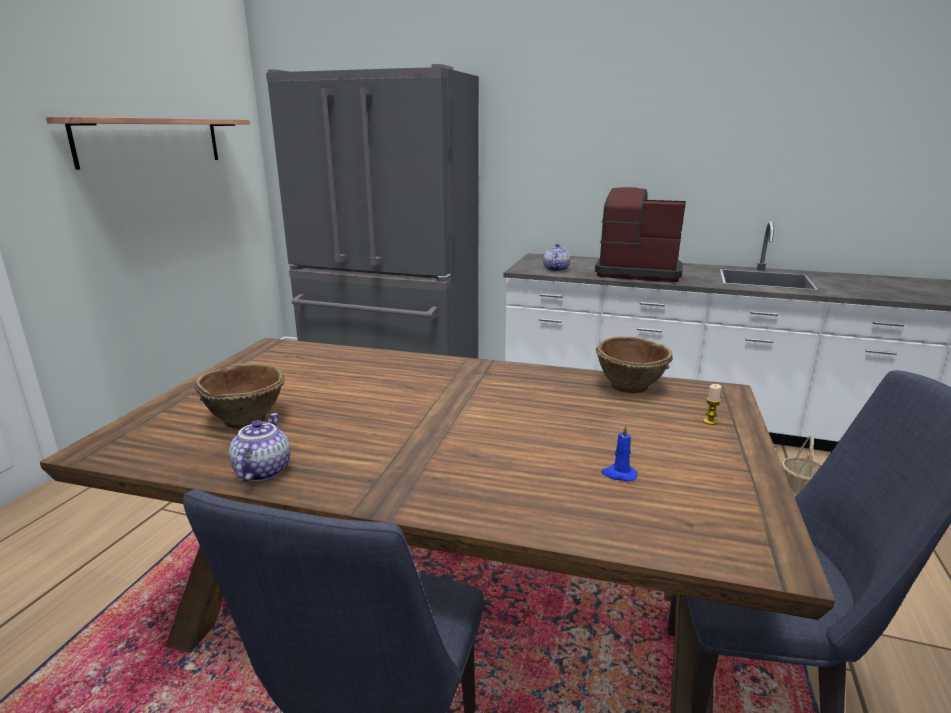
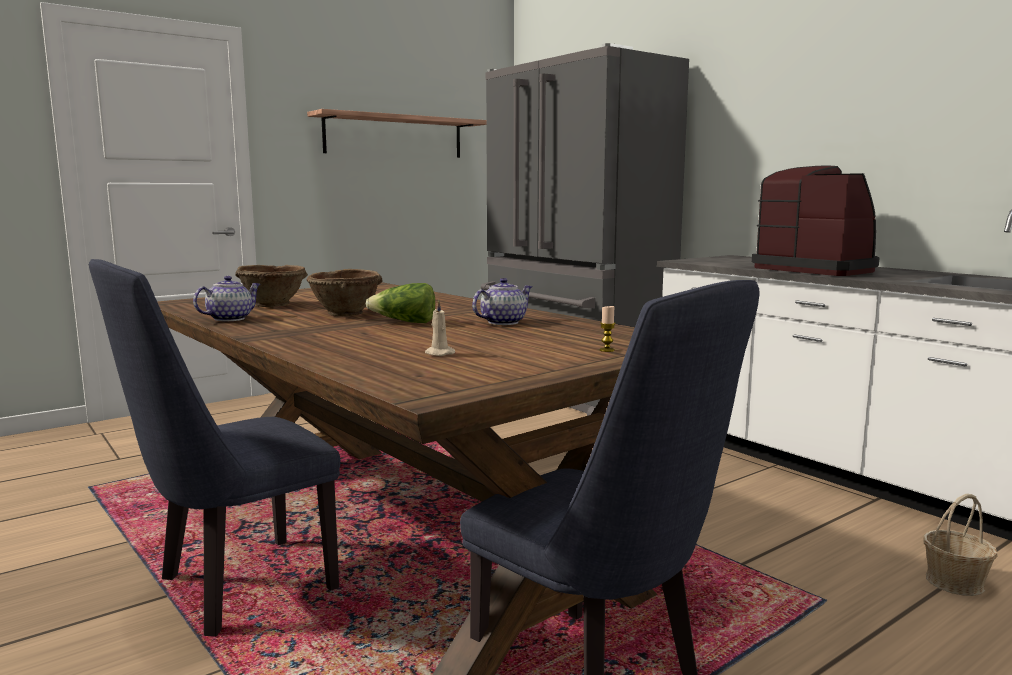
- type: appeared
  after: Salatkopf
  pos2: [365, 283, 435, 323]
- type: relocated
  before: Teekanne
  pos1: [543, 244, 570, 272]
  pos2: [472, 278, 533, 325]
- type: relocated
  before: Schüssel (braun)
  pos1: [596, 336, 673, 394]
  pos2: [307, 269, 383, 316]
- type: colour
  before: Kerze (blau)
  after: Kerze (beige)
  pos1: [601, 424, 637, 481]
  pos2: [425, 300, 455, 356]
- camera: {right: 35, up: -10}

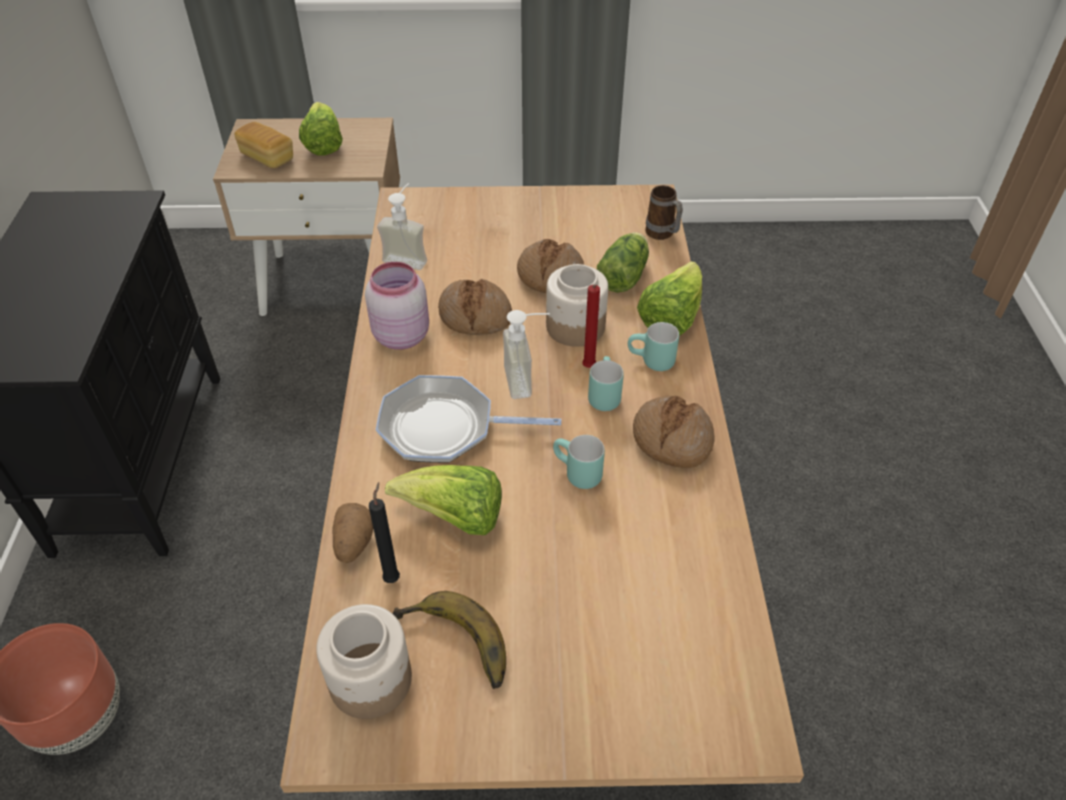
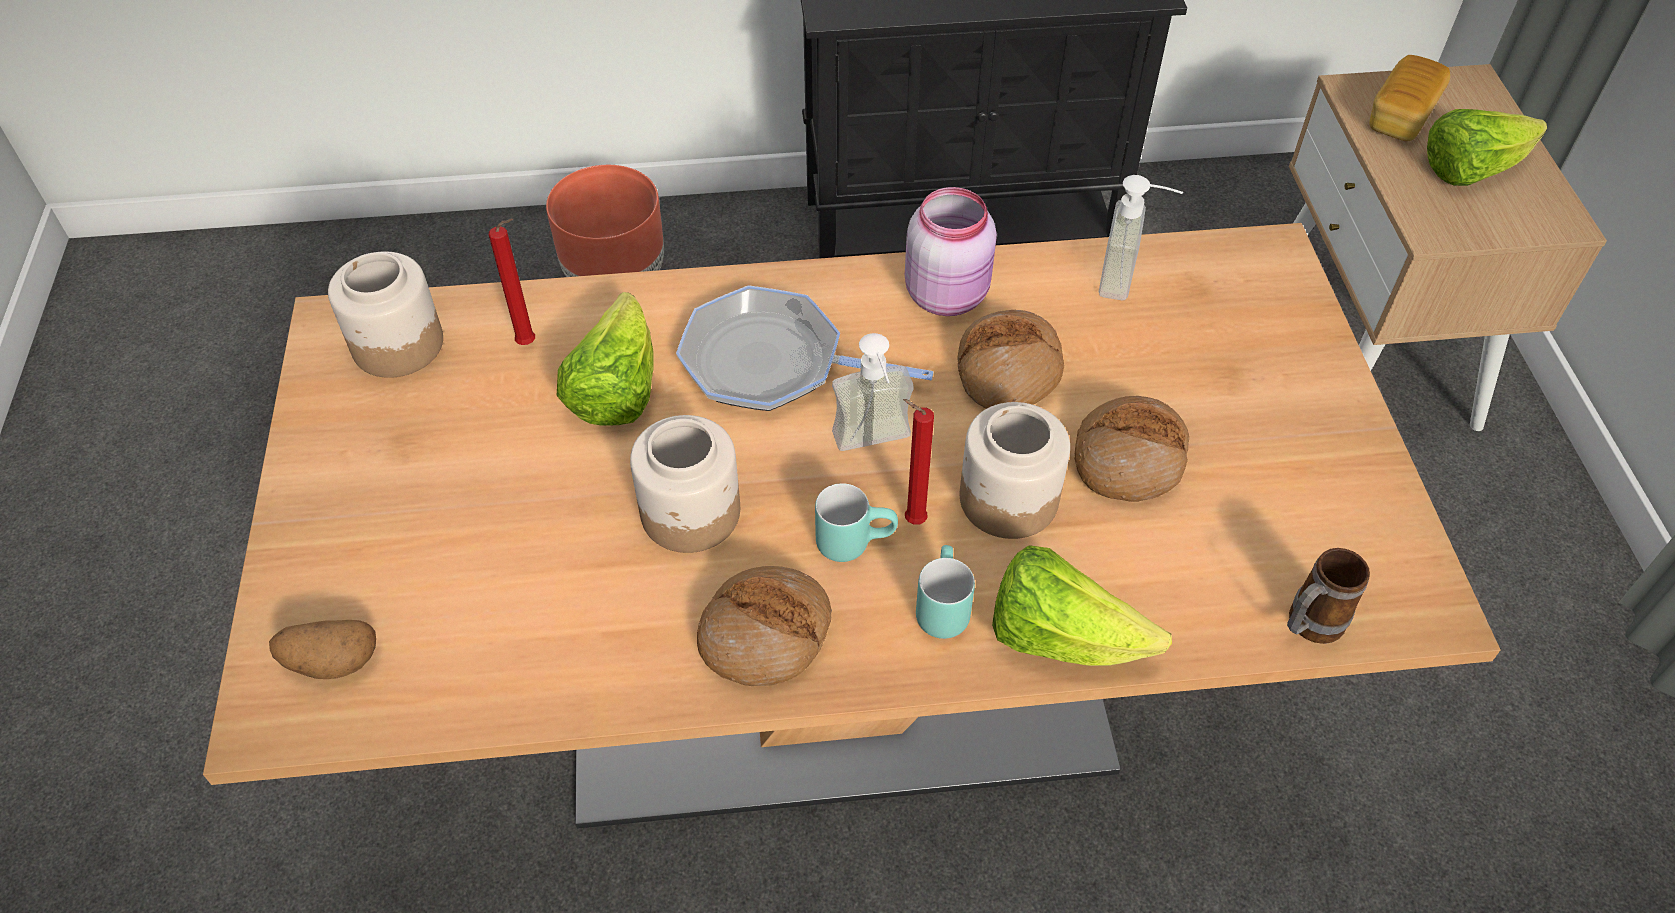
- type: missing
  before: Banane
  pos1: [392, 591, 506, 689]
- type: missing
  before: Salatkopf
  pos1: [597, 232, 649, 293]
- type: relocated
  before: Kartoffel
  pos1: [333, 503, 373, 563]
  pos2: [269, 620, 376, 679]
- type: exchanged
  before: Henkelbecher (türkis)
  after: Vorratsglas
  pos1: [553, 435, 605, 489]
  pos2: [630, 415, 740, 553]
- type: colour
  before: Kerze (schwarz)
  after: Kerze (rot)
  pos1: [369, 482, 400, 583]
  pos2: [489, 219, 535, 345]
- type: spun
  before: Pfanne
  pos1: [376, 375, 561, 463]
  pos2: [676, 285, 934, 411]
  turn: -75
- camera: {right: 85, up: 5}

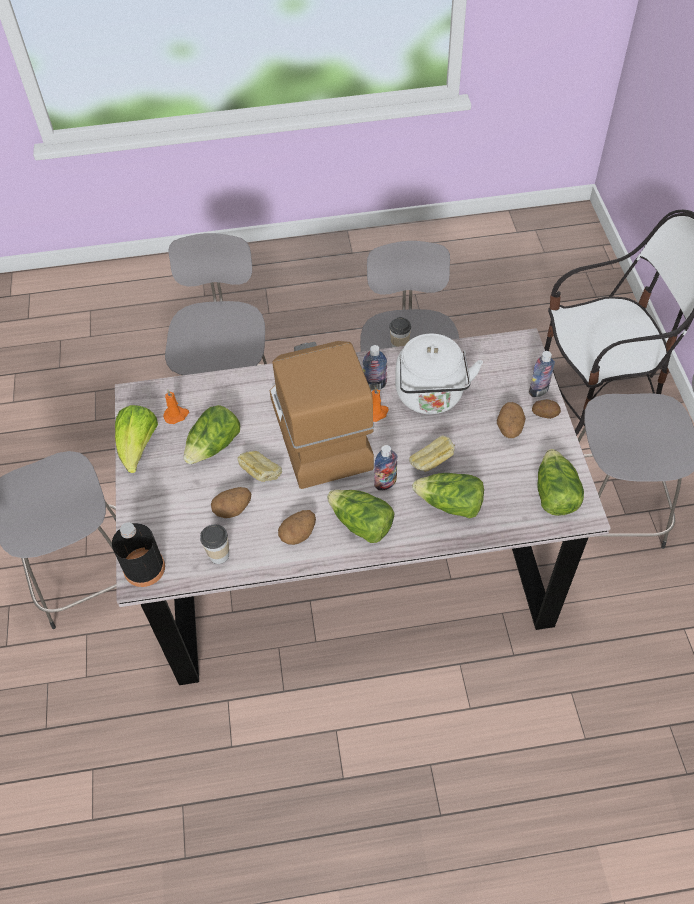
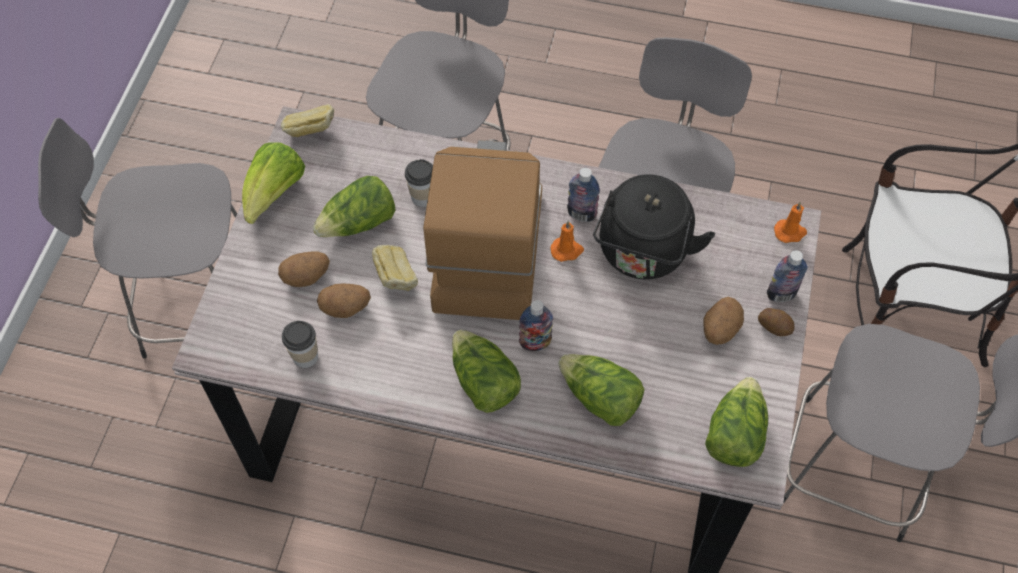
- type: missing
  before: Flasche (schwarz)
  pos1: [112, 522, 165, 587]
- type: relocated
  before: Kerze (orange)
  pos1: [163, 390, 189, 424]
  pos2: [774, 202, 807, 243]
- type: relocated
  before: Kartoffel
  pos1: [278, 510, 316, 545]
  pos2: [278, 251, 330, 287]
- type: relocated
  before: Tasse
  pos1: [390, 317, 411, 347]
  pos2: [405, 159, 433, 207]
- type: relocated
  before: Brot
  pos1: [409, 435, 455, 472]
  pos2: [281, 104, 334, 137]
- type: colour
  before: Wasserkessel (weiß)
  after: Wasserkessel (schwarz)
  pos1: [395, 334, 483, 414]
  pos2: [593, 174, 715, 279]
- camera: {right: 20, up: 5}

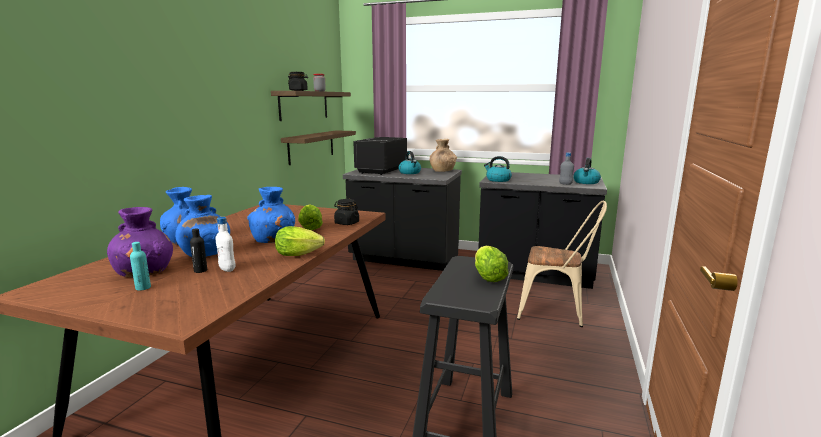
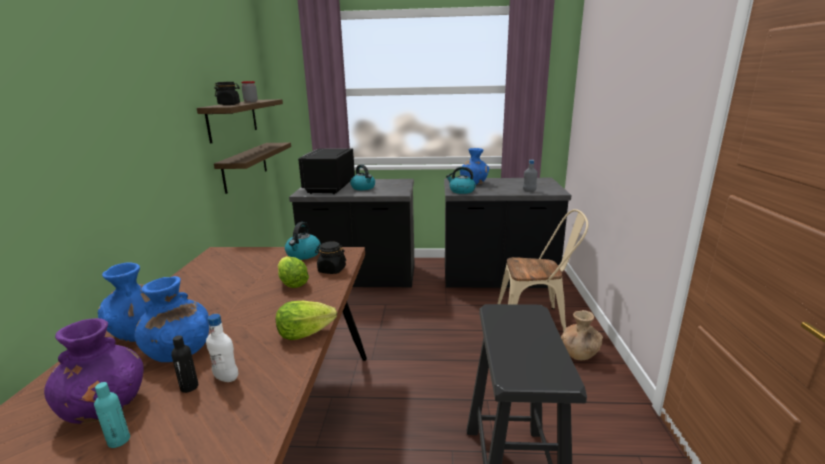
- type: missing
  before: Salatkopf
  pos1: [475, 246, 508, 282]
- type: relocated
  before: Vase (blau)
  pos1: [247, 187, 295, 243]
  pos2: [460, 148, 489, 184]
- type: relocated
  before: Vase (braun)
  pos1: [430, 139, 457, 172]
  pos2: [561, 310, 603, 360]
- type: relocated
  before: Wasserkessel
  pos1: [573, 158, 601, 184]
  pos2: [285, 222, 321, 260]
- camera: {right: -15, up: 5}

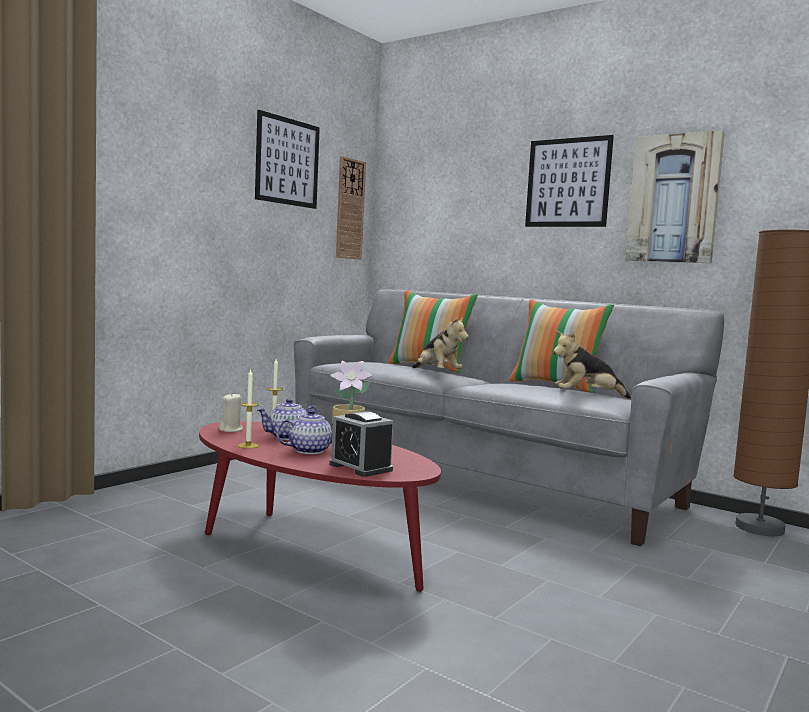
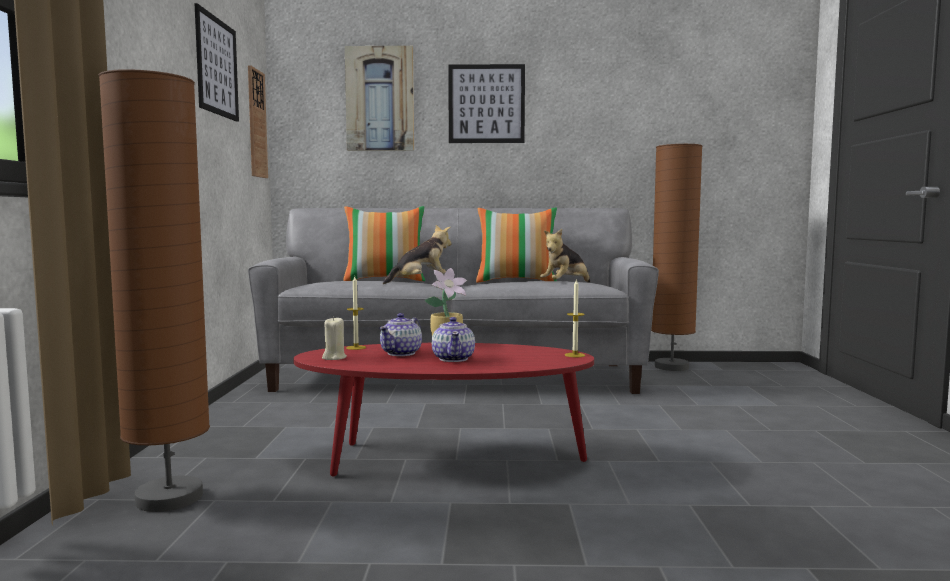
- type: missing
  before: Wecker
  pos1: [329, 411, 393, 477]
- type: appeared
  after: Stehlampe (braun)
  pos2: [99, 69, 210, 512]
- type: relocated
  before: Kerze
  pos1: [238, 370, 259, 449]
  pos2: [565, 280, 585, 357]
- type: relocated
  before: Bild
  pos1: [625, 130, 725, 263]
  pos2: [345, 46, 414, 151]
- type: spun
  before: Teekanne
  pos1: [276, 409, 333, 454]
  pos2: [432, 317, 475, 362]
  turn: 150
- type: spun
  before: Plüschtier
  pos1: [412, 316, 469, 369]
  pos2: [383, 225, 452, 284]
  turn: -45
- camera: {right: -35, up: 0}

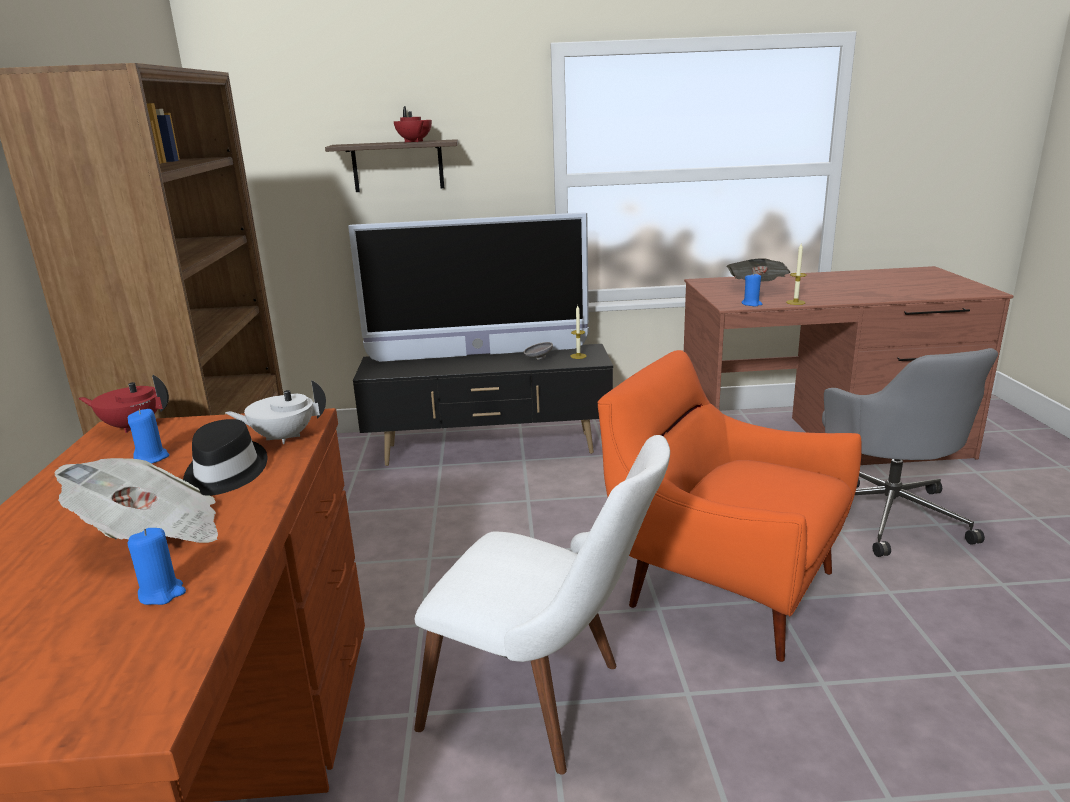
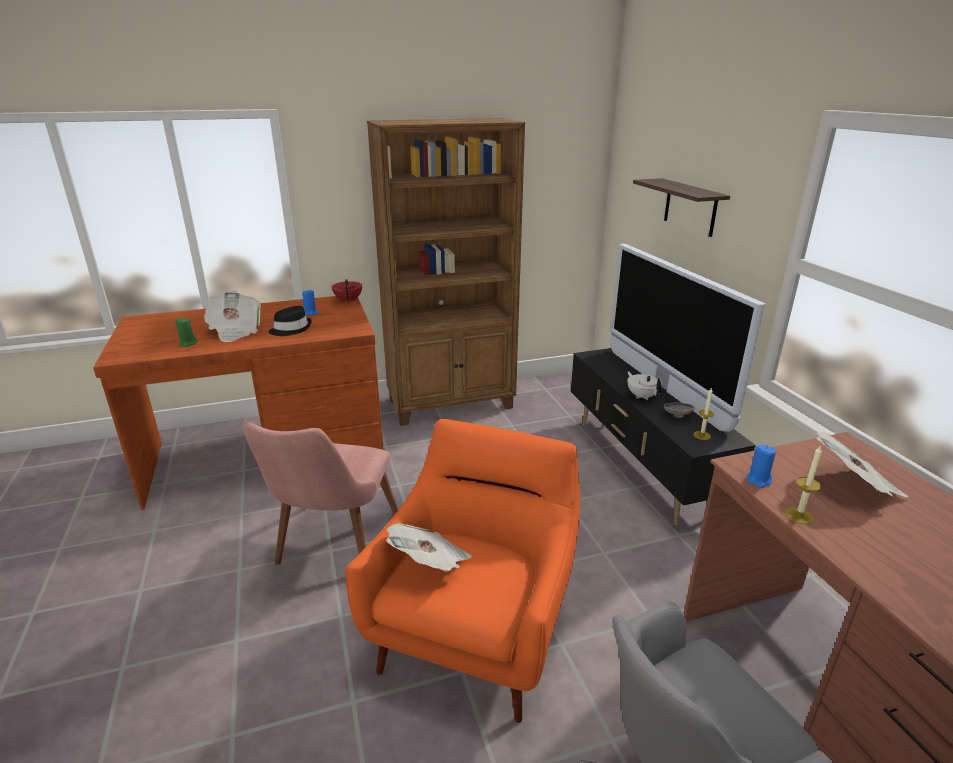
- type: missing
  before: Teekanne (rot)
  pos1: [394, 106, 432, 142]
- type: appeared
  after: Zeitung
  pos2: [386, 523, 472, 572]
- type: relocated
  before: Teekanne (weiß)
  pos1: [225, 380, 326, 444]
  pos2: [627, 371, 662, 400]
- type: colour
  before: Kerze (blau)
  after: Kerze (grün)
  pos1: [128, 528, 186, 605]
  pos2: [175, 318, 197, 347]
- type: colour
  before: Stuhl (weiß)
  after: Stuhl (rosa)
  pos1: [414, 435, 670, 775]
  pos2: [244, 422, 398, 565]
- camera: {right: 75, up: 5}

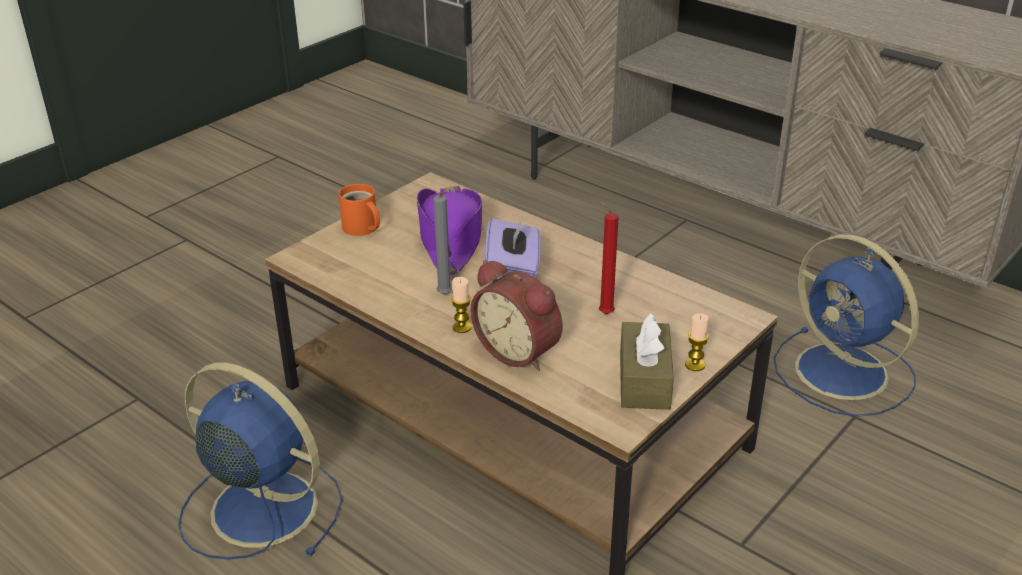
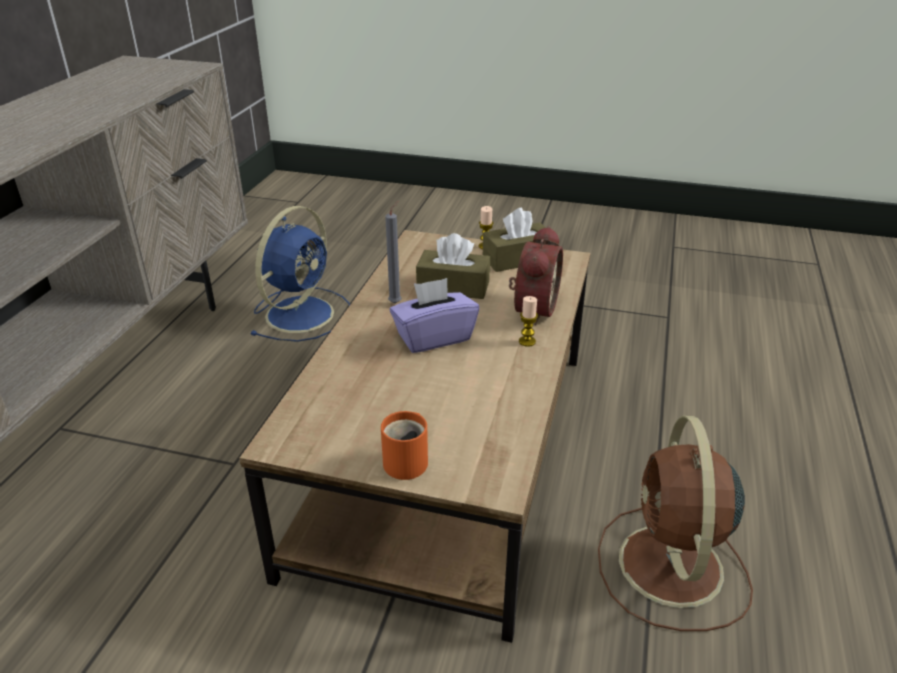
- type: missing
  before: Hut (lila)
  pos1: [417, 186, 484, 275]
- type: relocated
  before: Kerze (grau)
  pos1: [434, 192, 452, 295]
  pos2: [385, 201, 401, 304]
- type: exchanged
  before: Kerze (rot)
  after: Taschentuchbox (braun)
  pos1: [599, 201, 618, 314]
  pos2: [416, 233, 490, 299]
- type: colour
  before: Ventilator (blau)
  after: Ventilator (braun)
  pos1: [178, 362, 343, 560]
  pos2: [598, 416, 753, 631]
- camera: {right: -115, up: 0}

